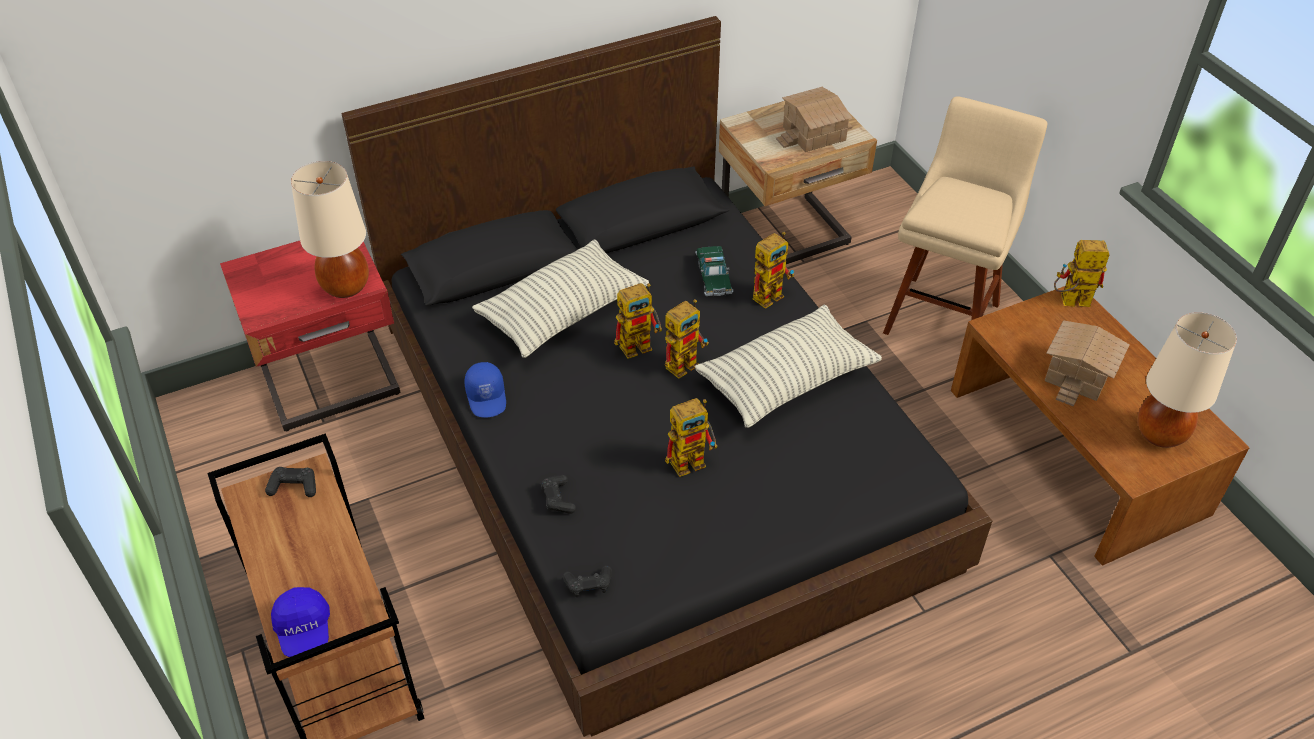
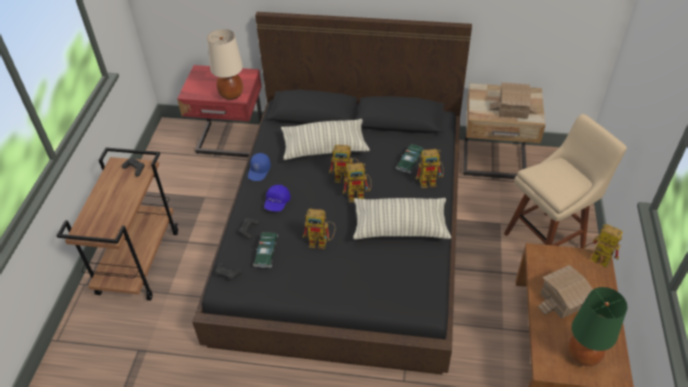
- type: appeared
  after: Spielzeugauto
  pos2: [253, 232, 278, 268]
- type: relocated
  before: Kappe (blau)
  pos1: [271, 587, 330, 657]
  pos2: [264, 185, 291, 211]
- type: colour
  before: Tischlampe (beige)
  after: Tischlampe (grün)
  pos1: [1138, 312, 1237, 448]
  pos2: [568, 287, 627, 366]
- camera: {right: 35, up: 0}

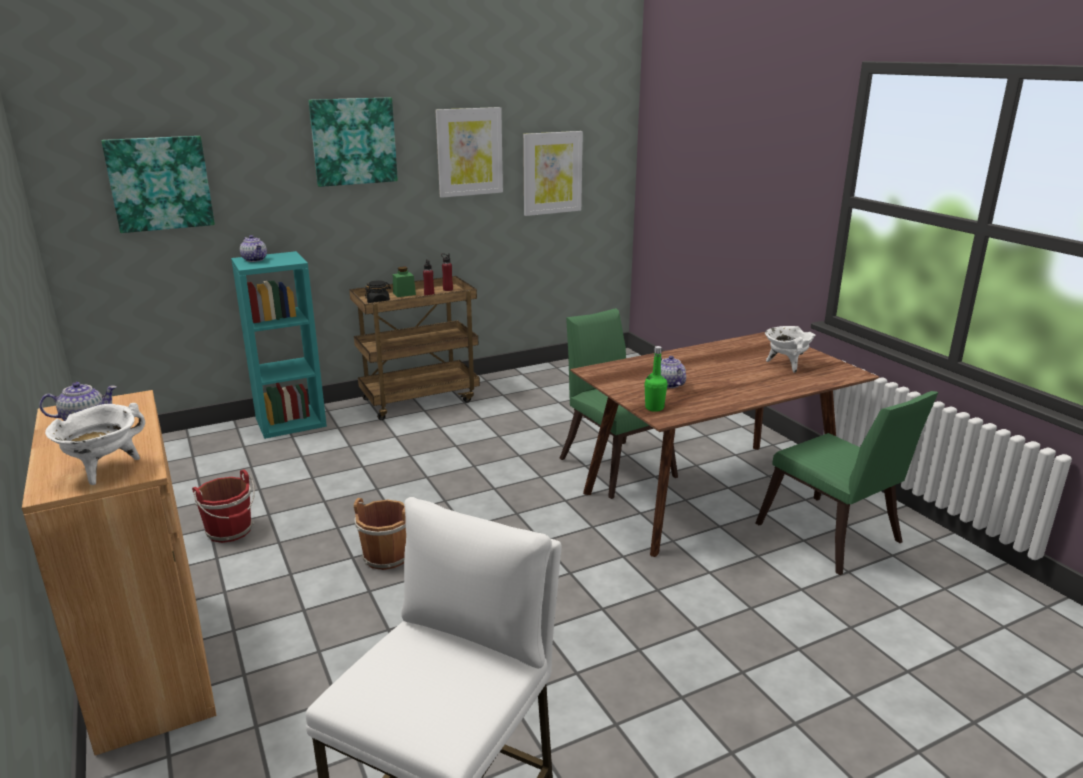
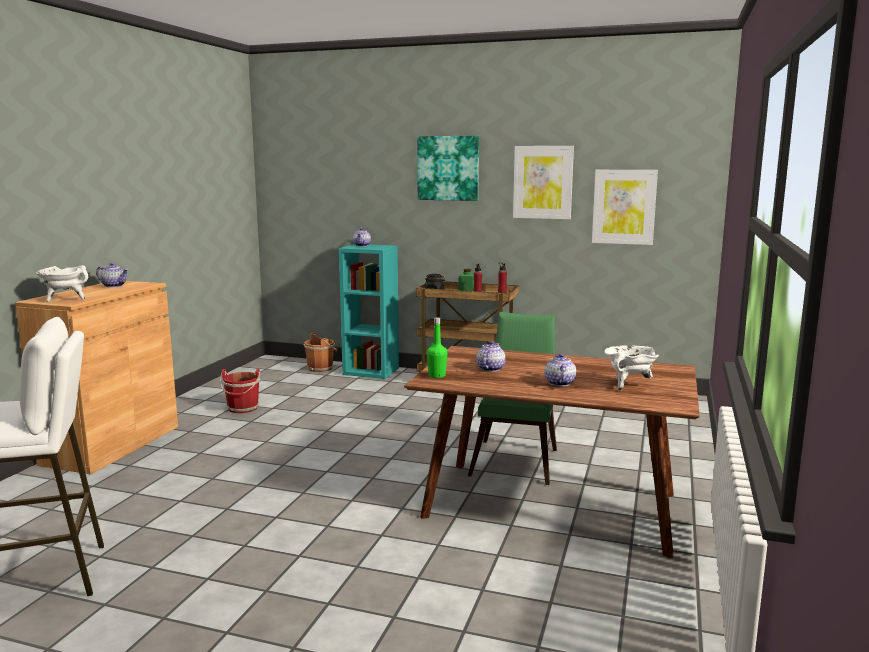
- type: missing
  before: Bild
  pos1: [101, 136, 215, 233]
- type: missing
  before: Stuhl (grün)
  pos1: [755, 391, 938, 575]
- type: appeared
  after: Teekanne
  pos2: [544, 354, 576, 387]
- type: relocated
  before: Eimer (braun)
  pos1: [354, 498, 406, 570]
  pos2: [304, 332, 338, 372]
- camera: {right: 45, up: -10}

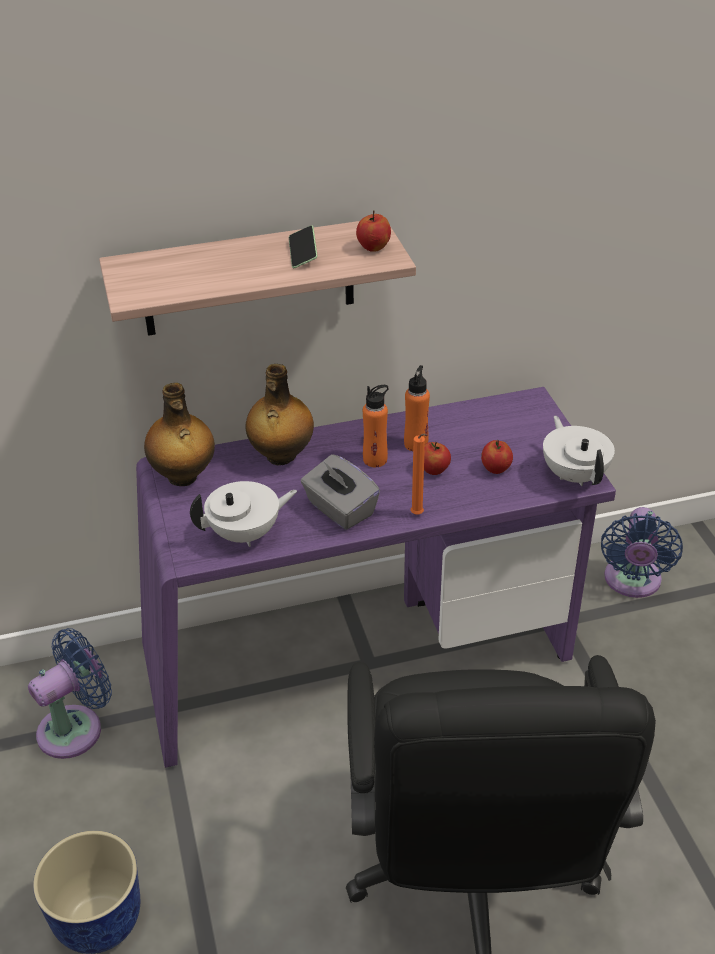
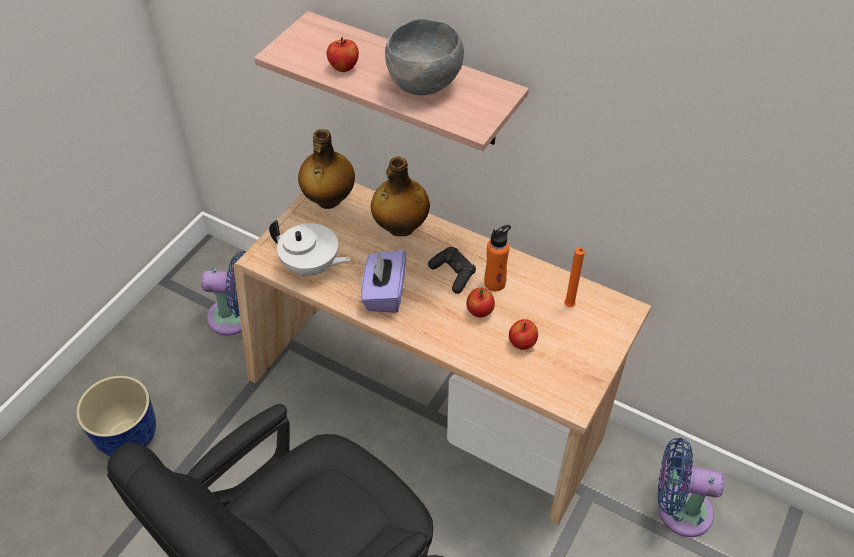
- type: missing
  before: Teekanne (weiß)
  pos1: [543, 416, 615, 486]
- type: relocated
  before: Apfel
  pos1: [356, 210, 391, 252]
  pos2: [327, 37, 359, 72]
- type: relocated
  before: Kerze (orange)
  pos1: [411, 434, 428, 515]
  pos2: [564, 248, 585, 307]
- type: exchanged
  before: Handy
  after: Schüssel (grau)
  pos1: [289, 225, 318, 268]
  pos2: [385, 18, 464, 95]
- type: exchanged
  before: Flasche (orange)
  after: Gamepad (schwarz)
  pos1: [363, 385, 389, 467]
  pos2: [428, 247, 476, 294]
- type: colour
  before: Schreibtisch (lila)
  after: Schreibtisch (beige)
  pos1: [136, 387, 616, 768]
  pos2: [234, 182, 651, 525]
- type: colour
  before: Taschentuchbox (grau)
  after: Taschentuchbox (lila)
  pos1: [301, 454, 380, 530]
  pos2: [361, 250, 406, 313]
- type: spun
  before: Ventilator (blau)
  pos1: [601, 507, 683, 598]
  pos2: [658, 438, 725, 537]
  turn: 45
- camera: {right: 45, up: 10}

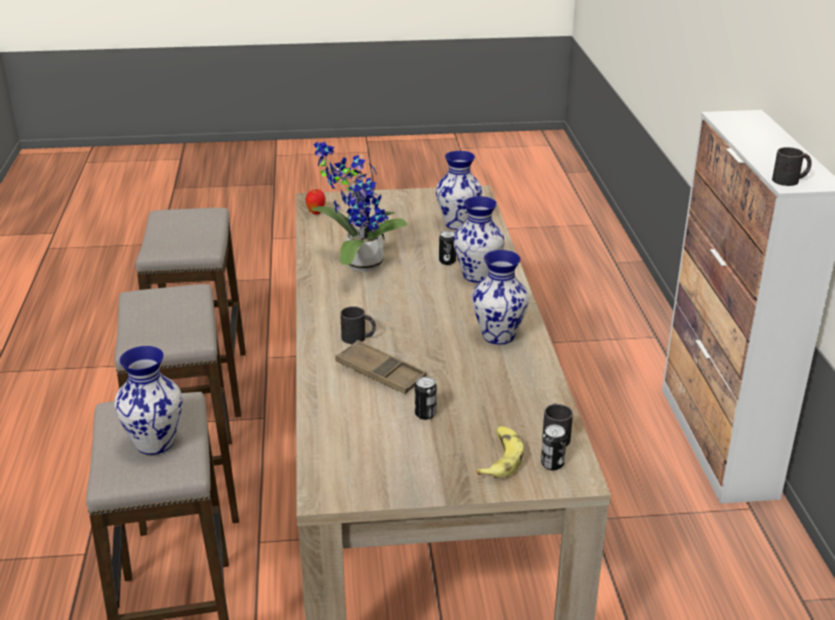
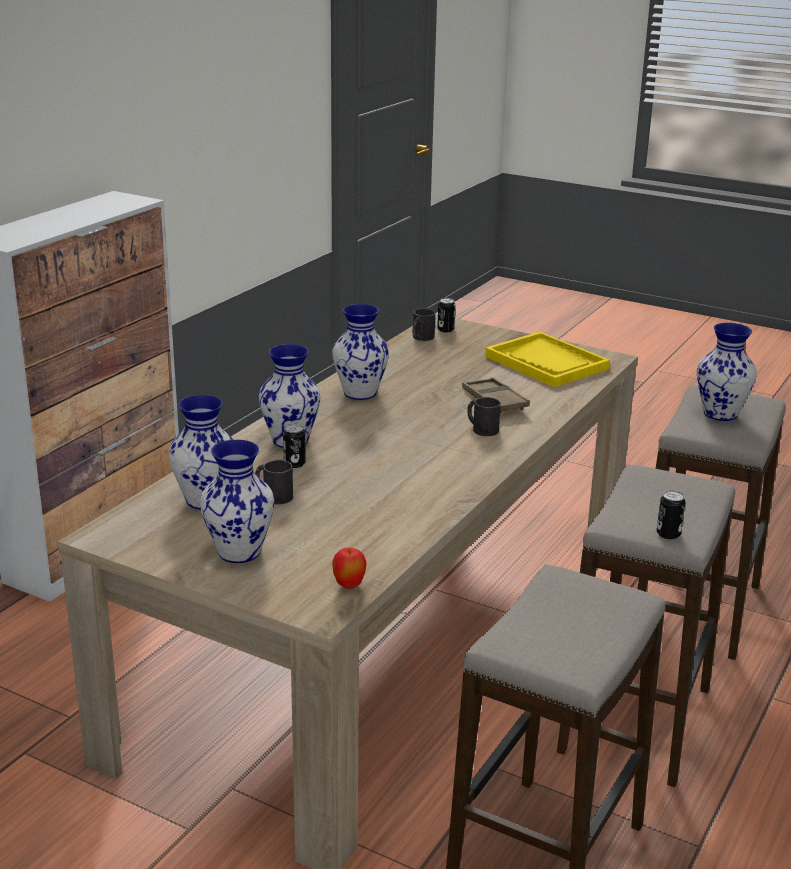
- type: missing
  before: Topfpflanze
  pos1: [312, 141, 407, 272]
- type: missing
  before: Banane
  pos1: [476, 426, 524, 478]
- type: appeared
  after: Vase
  pos2: [200, 440, 274, 563]
- type: appeared
  after: Tablett (gelb)
  pos2: [485, 332, 610, 387]
- type: relocated
  before: Dose
  pos1: [415, 377, 437, 420]
  pos2: [657, 490, 685, 539]
- type: relocated
  before: Henkelbecher (schwarz)
  pos1: [772, 147, 812, 186]
  pos2: [255, 460, 293, 504]
- camera: {right: -145, up: -5}

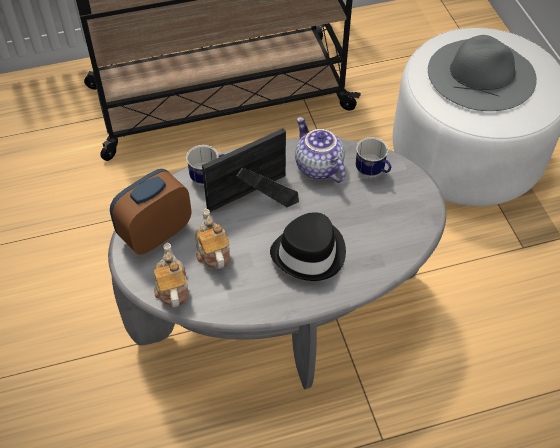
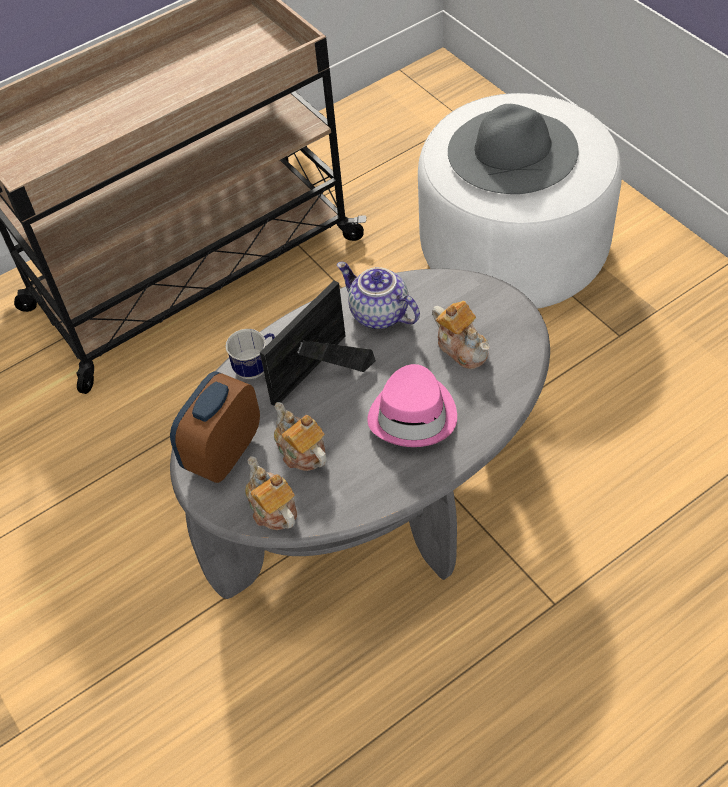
- type: missing
  before: Henkelbecher
  pos1: [355, 137, 391, 177]
- type: appeared
  after: Teekanne
  pos2: [432, 301, 490, 369]
- type: colour
  before: Hut (schwarz)
  after: Hut (rosa)
  pos1: [270, 212, 346, 281]
  pos2: [367, 364, 457, 447]
- camera: {right: -15, up: 0}

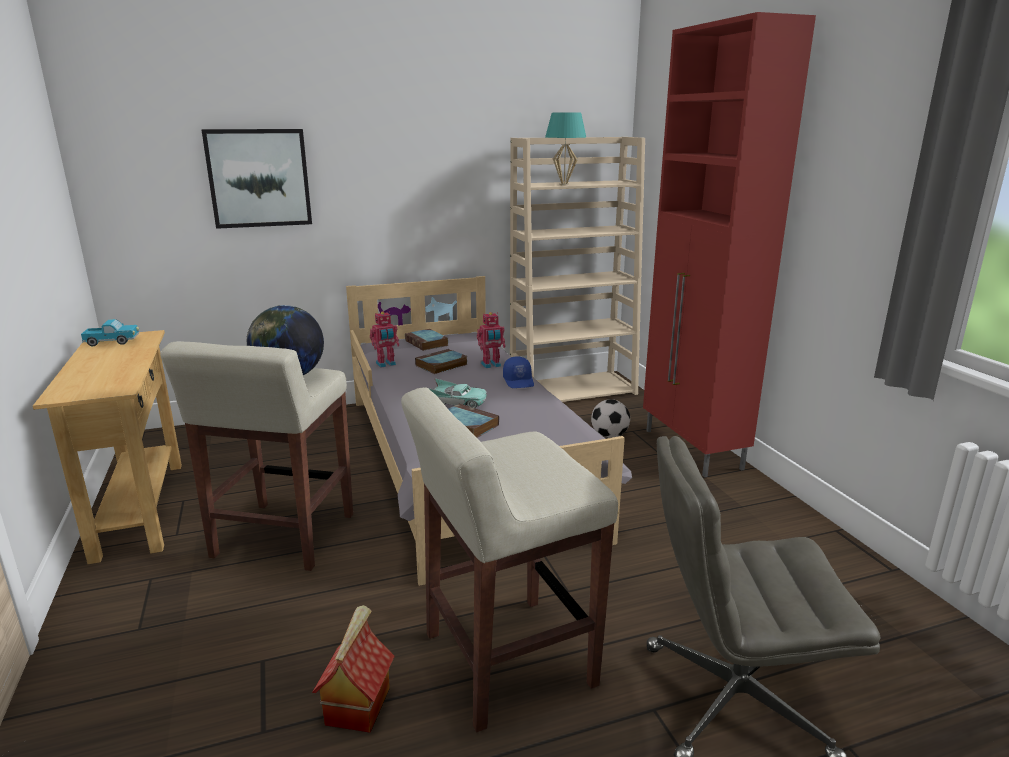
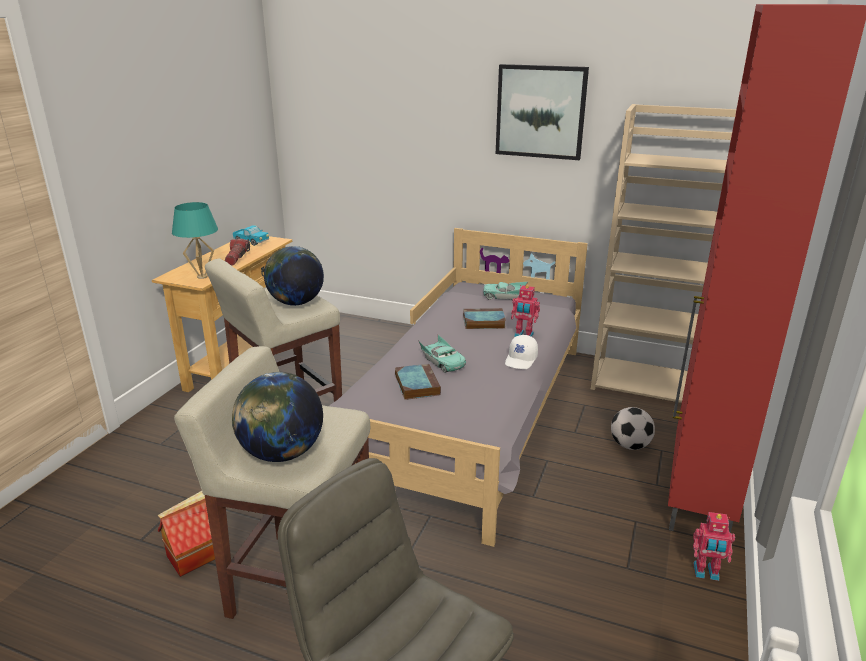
- type: appeared
  after: Taschenlampe
  pos2: [225, 239, 250, 266]
- type: appeared
  after: Globus
  pos2: [232, 372, 323, 462]
- type: relocated
  before: Bild
  pos1: [201, 129, 312, 229]
  pos2: [496, 64, 589, 160]
- type: relocated
  before: Spielzeugroboter
  pos1: [370, 311, 399, 368]
  pos2: [693, 512, 735, 581]
- type: relocated
  before: Tischlampe (türkis)
  pos1: [545, 113, 586, 186]
  pos2: [172, 202, 218, 279]
- type: exchanged
  before: Buch
  after: Spielzeugauto (türkis)
  pos1: [405, 329, 448, 351]
  pos2: [483, 281, 529, 300]
- type: colour
  before: Kappe (blau)
  after: Kappe (weiß)
  pos1: [503, 356, 534, 388]
  pos2: [505, 335, 538, 369]
- camera: {right: 40, up: 5}

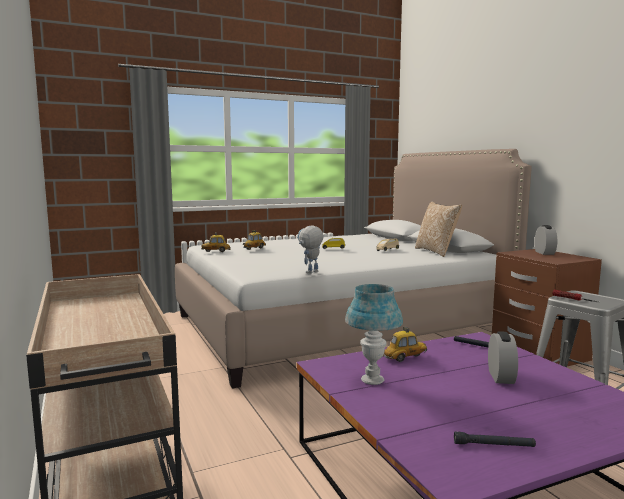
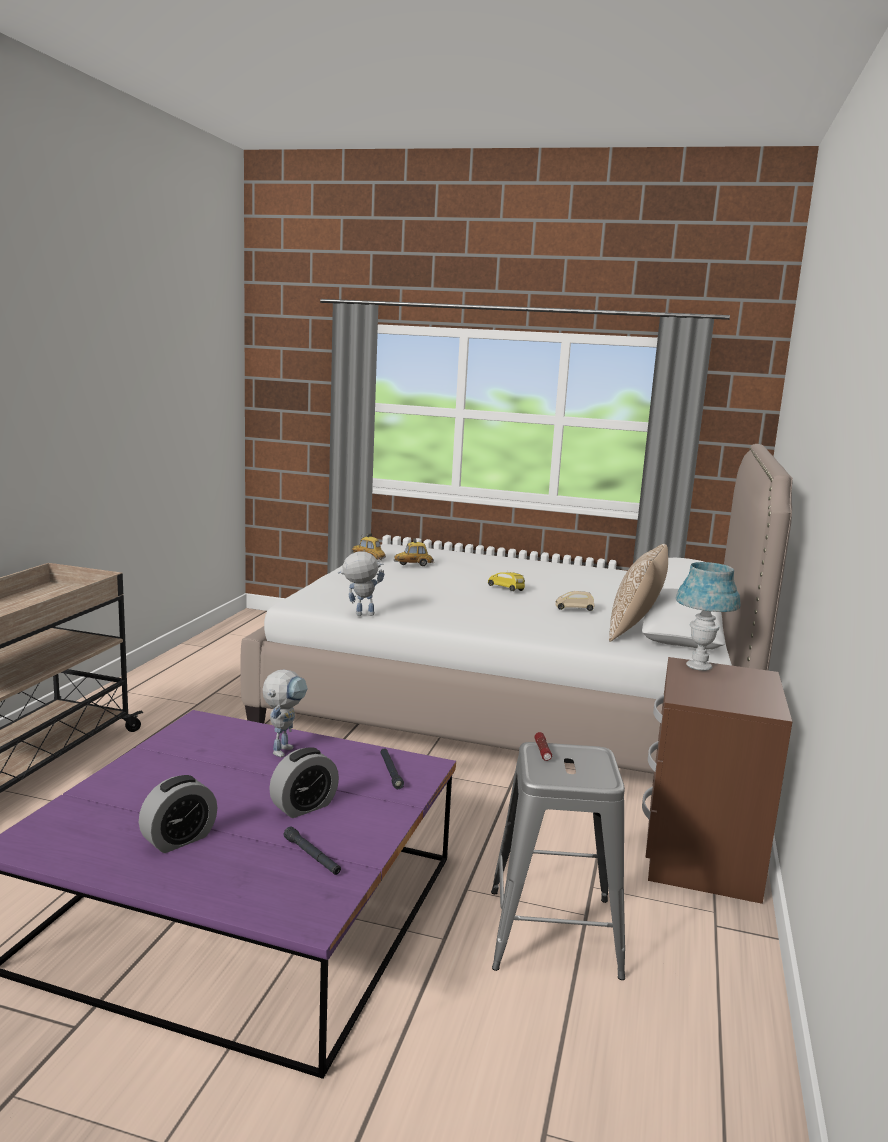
- type: relocated
  before: Tischlampe (blau)
  pos1: [345, 284, 403, 385]
  pos2: [676, 562, 741, 671]
- type: relocated
  before: Taschenlampe (schwarz)
  pos1: [454, 432, 536, 447]
  pos2: [284, 826, 341, 875]
- type: relocated
  before: Wecker
  pos1: [534, 225, 557, 255]
  pos2: [139, 775, 218, 853]
- type: exchanged
  before: Spielzeugauto
  after: Spielzeugroboter
  pos1: [382, 327, 427, 362]
  pos2: [262, 670, 308, 757]
- camera: {right: 40, up: 5}

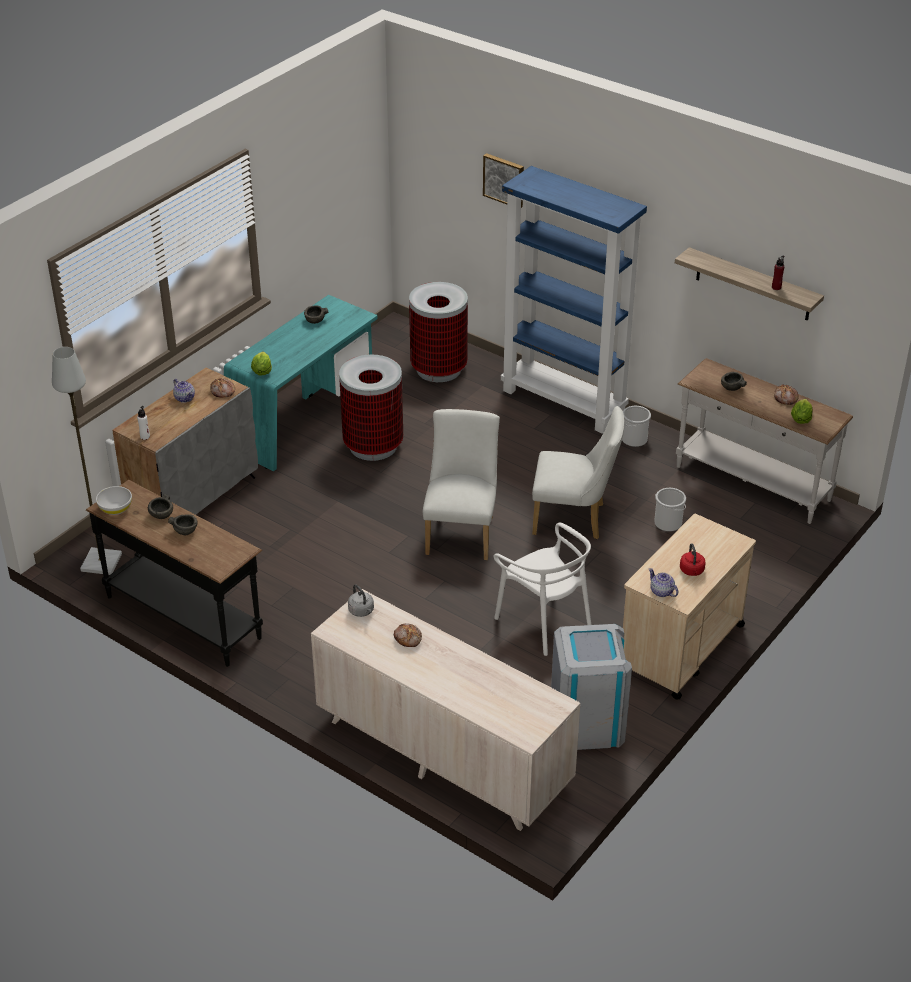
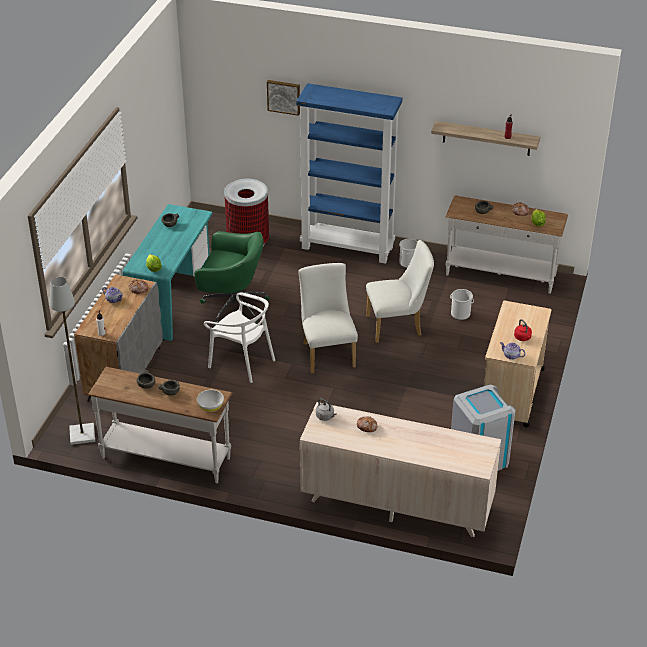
- type: relocated
  before: Schüssel (weiß)
  pos1: [96, 486, 132, 515]
  pos2: [197, 390, 224, 412]
- type: relocated
  before: Stuhl (weiß)
  pos1: [494, 523, 591, 656]
  pos2: [204, 293, 275, 383]
- type: exchanged
  before: Mülleimer
  after: Bürostuhl (grün)
  pos1: [339, 355, 403, 461]
  pos2: [194, 231, 269, 326]
- type: colour
  before: Konsolentisch (schwarz)
  after: Konsolentisch (weiß)
  pos1: [86, 480, 263, 667]
  pos2: [88, 367, 232, 484]
- camera: {right: -20, up: 0}

